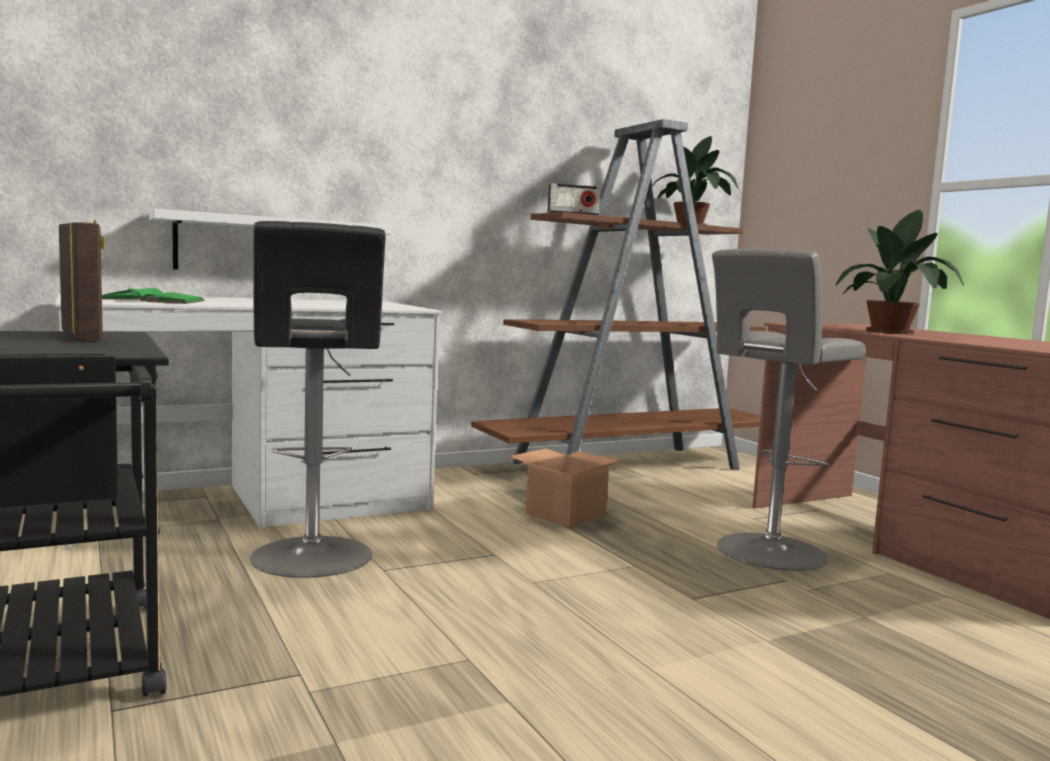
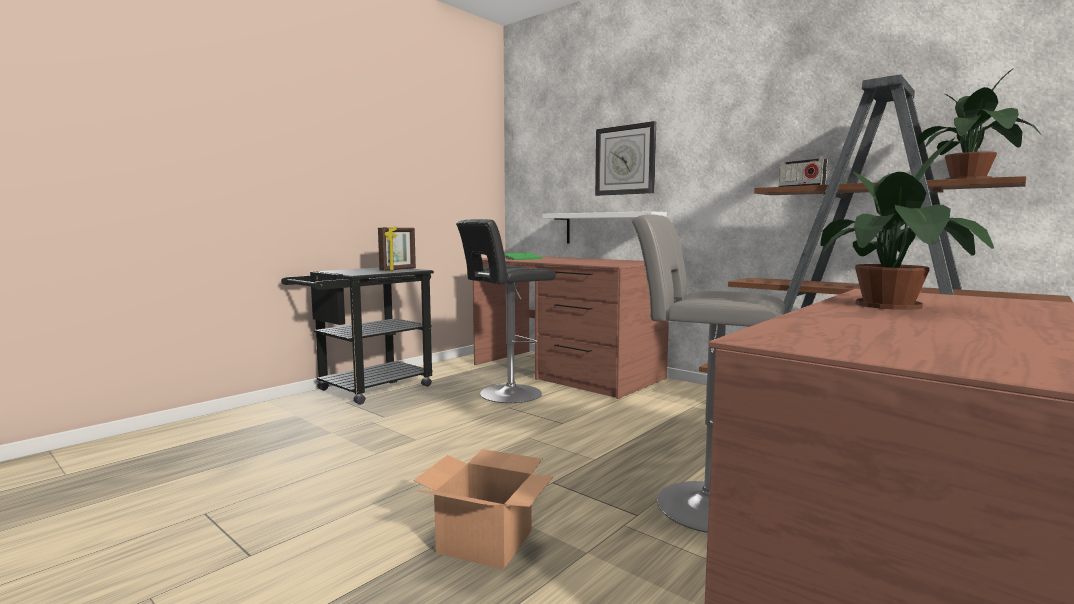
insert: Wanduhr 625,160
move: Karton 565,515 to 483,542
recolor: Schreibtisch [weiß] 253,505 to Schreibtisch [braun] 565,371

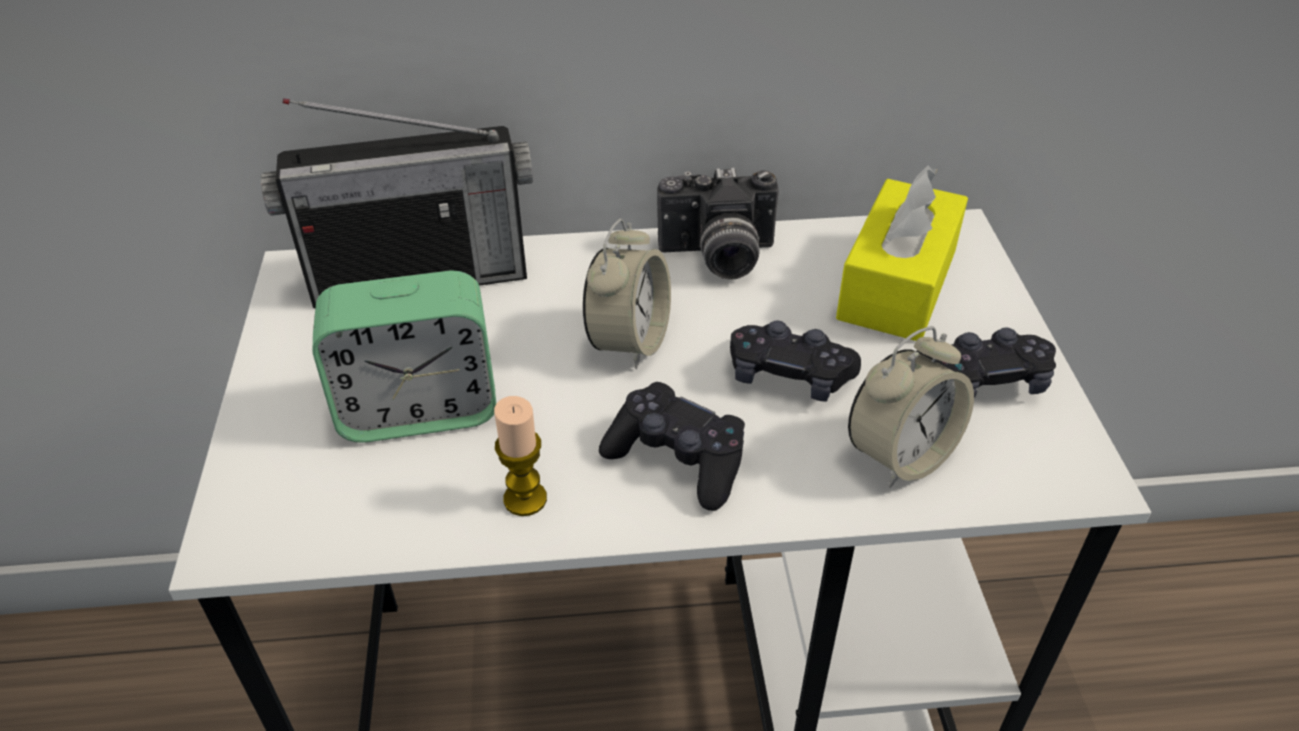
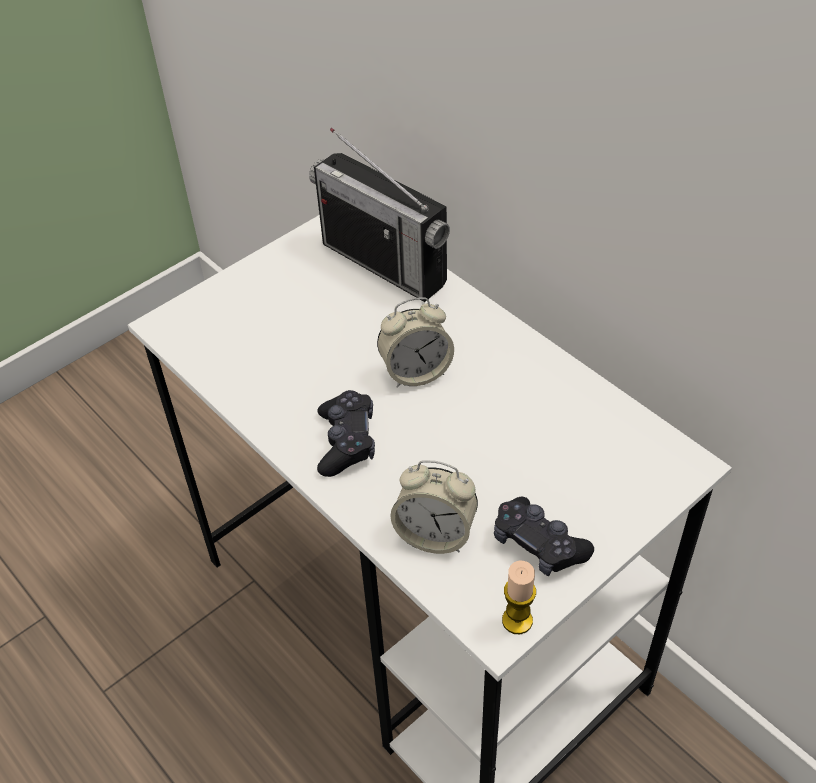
delete: Wecker 419,409; Kamera 718,258; Gamepad [schwarz] 789,375; Taschentuchbox [gelb] 897,284
move: Kerze 525,499 to 517,620

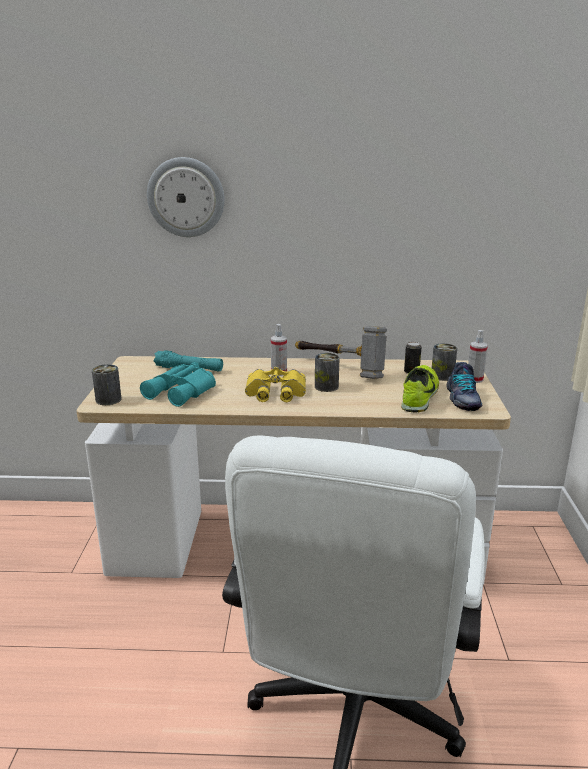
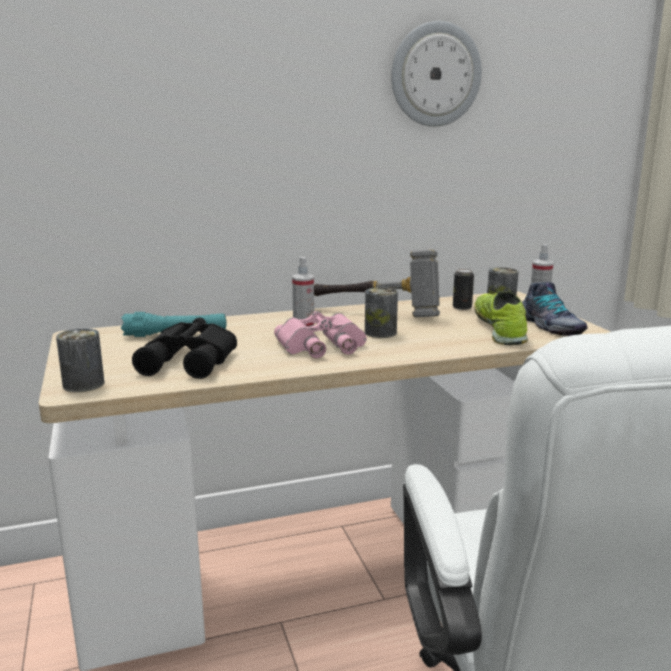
move: Wanduhr 186,197 to 435,75
recolor: Fernglas [türkis] 182,391 to Fernglas [schwarz] 191,360; Fernglas [gelb] 275,392 to Fernglas [rosa] 322,346

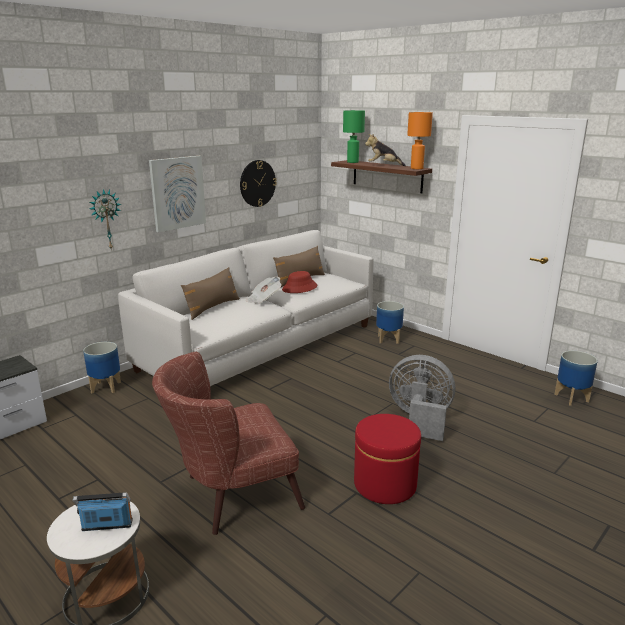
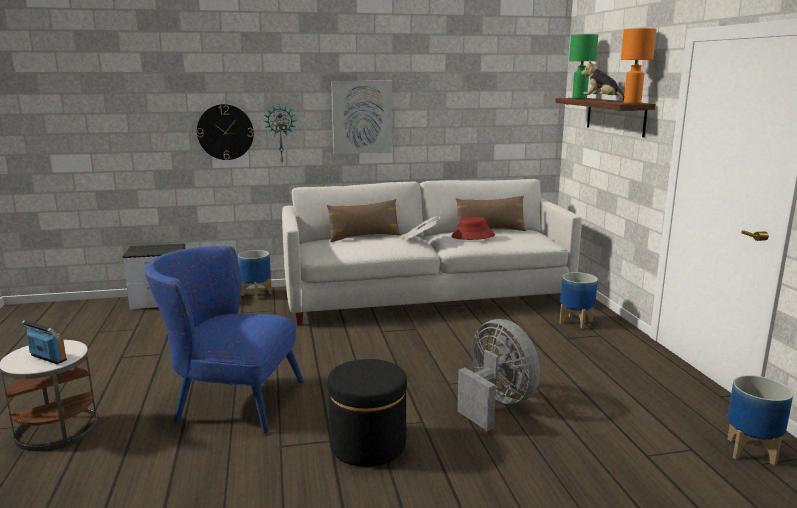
move: Wanduhr 257,183 to 225,132
recolor: Sessel [braun] 230,495 to Sessel [blau] 228,400; Polsterhocker [rot] 385,484 to Polsterhocker [schwarz] 368,445

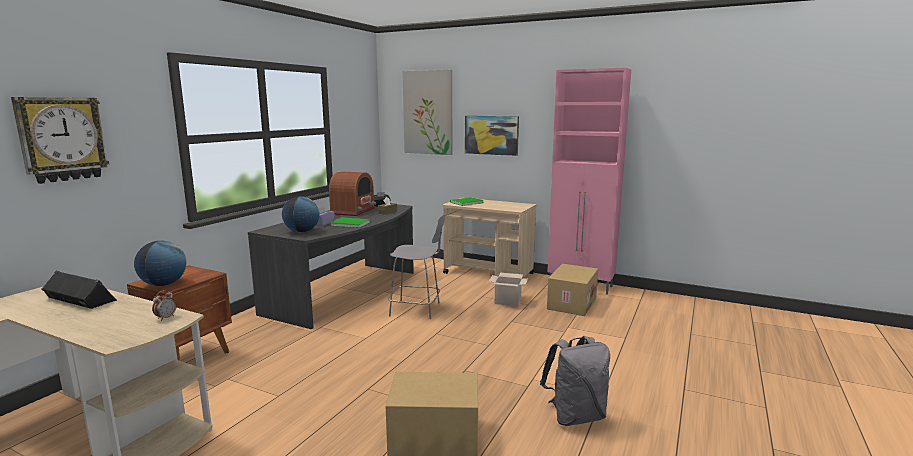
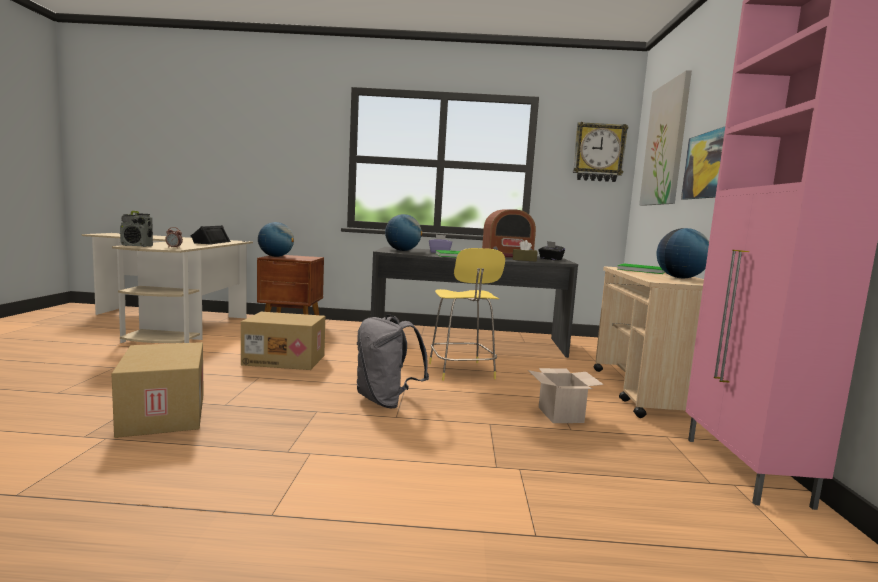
insert: Radio 137,246; Globus 680,278
move: Karton 571,303 to 285,360; Rucksack [grau] 575,416 to 386,401; Wanduhr 62,139 to 598,152
recolor: Hocker [grau] 417,309 to Hocker [gelb] 461,372

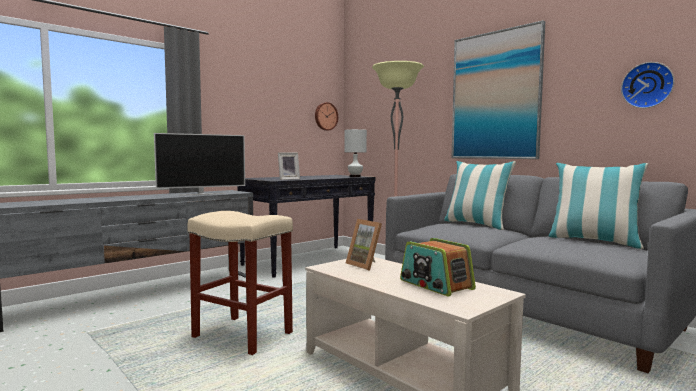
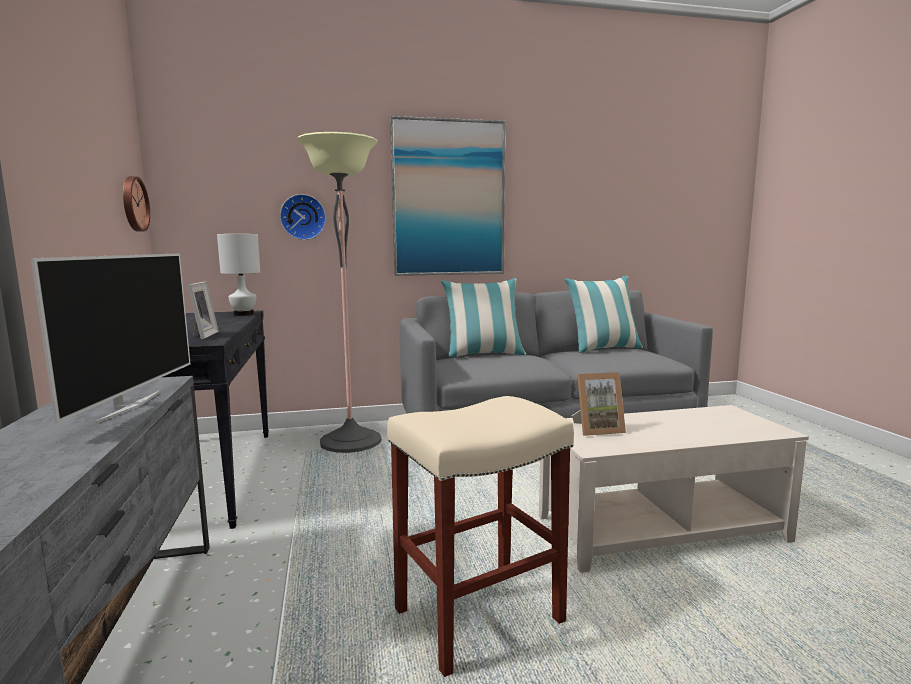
delete: Radio 435,285
move: Wanduhr 647,85 to 303,217

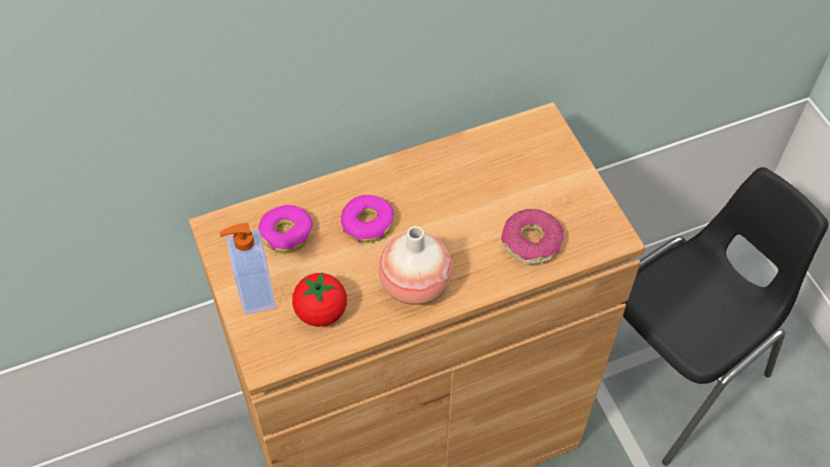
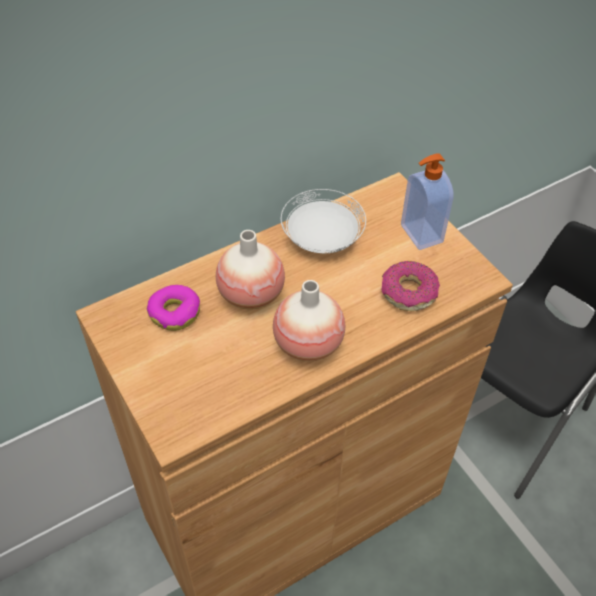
delete: Tomate 321,312
insert: Teller [weiß] 322,237
move: Seifenspender 255,294 to 420,234
replace: Donut 367,224 to Vase 251,294

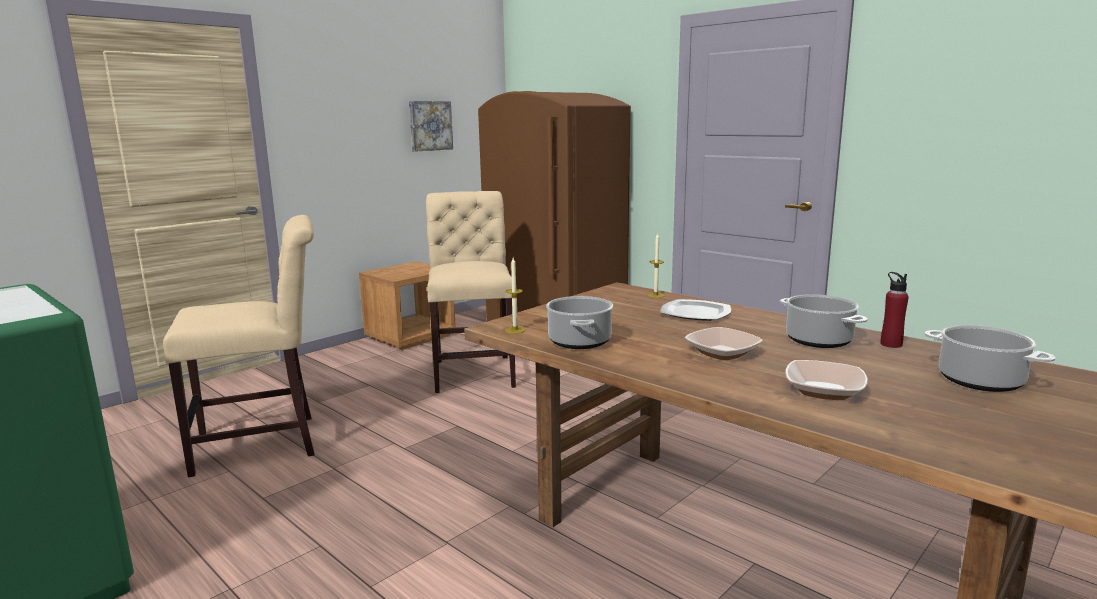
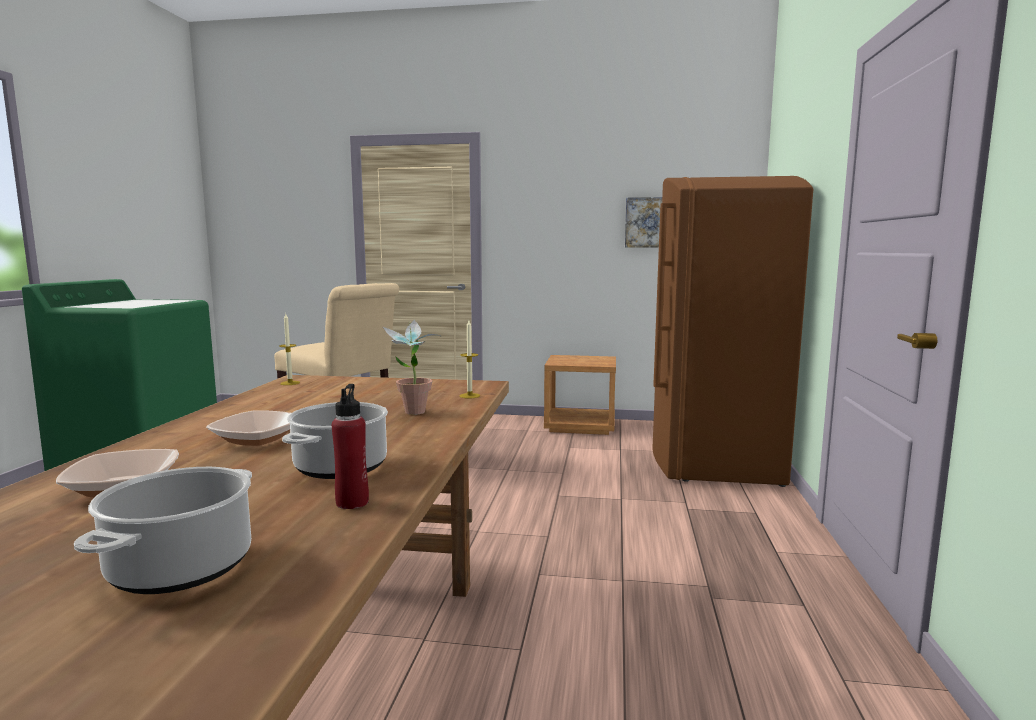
delete: Stuhl [beige] 474,371; Kochtopf 580,342
replace: Teller 695,313 to Topfpflanze 413,414

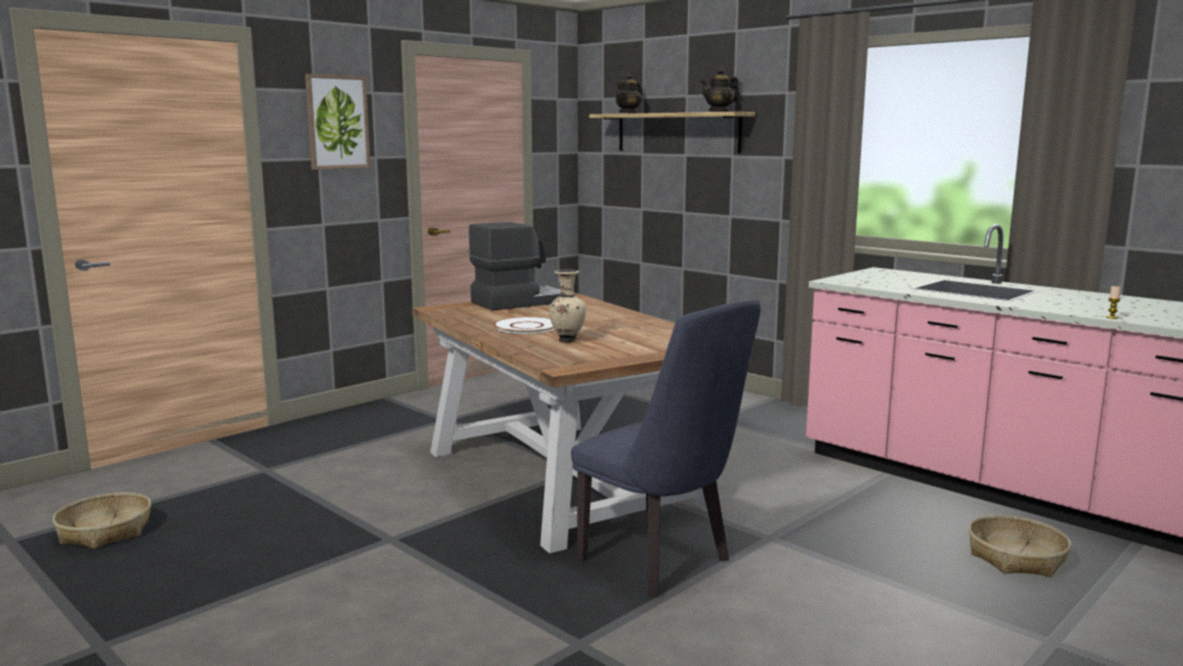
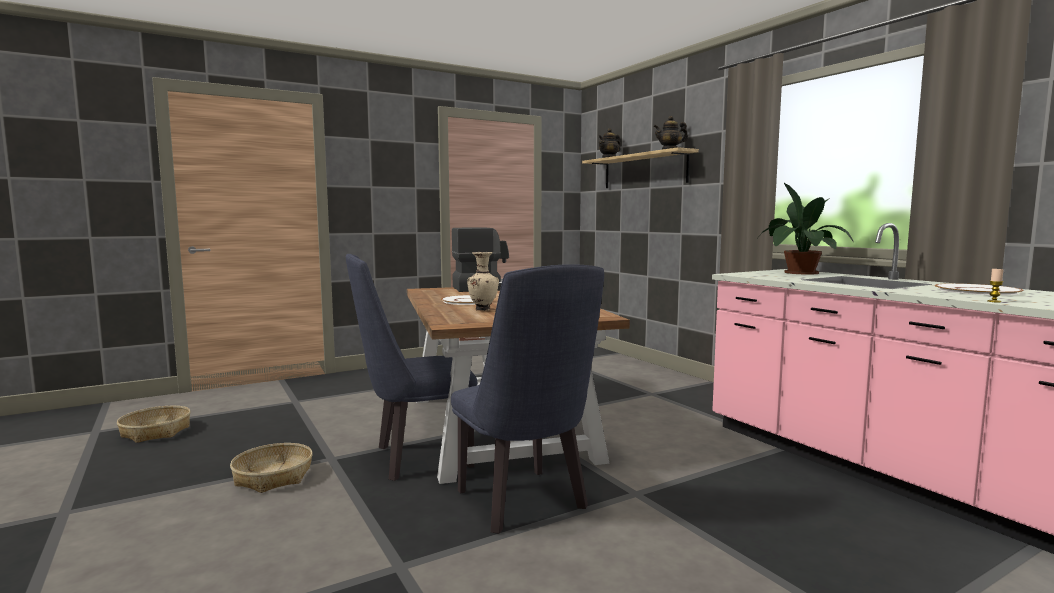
delete: Bild 337,122
insert: Stuhl [blau] 414,458; Topfpflanze 798,272; Teller [weiß] 977,291
move: Korb 1016,558 to 273,477

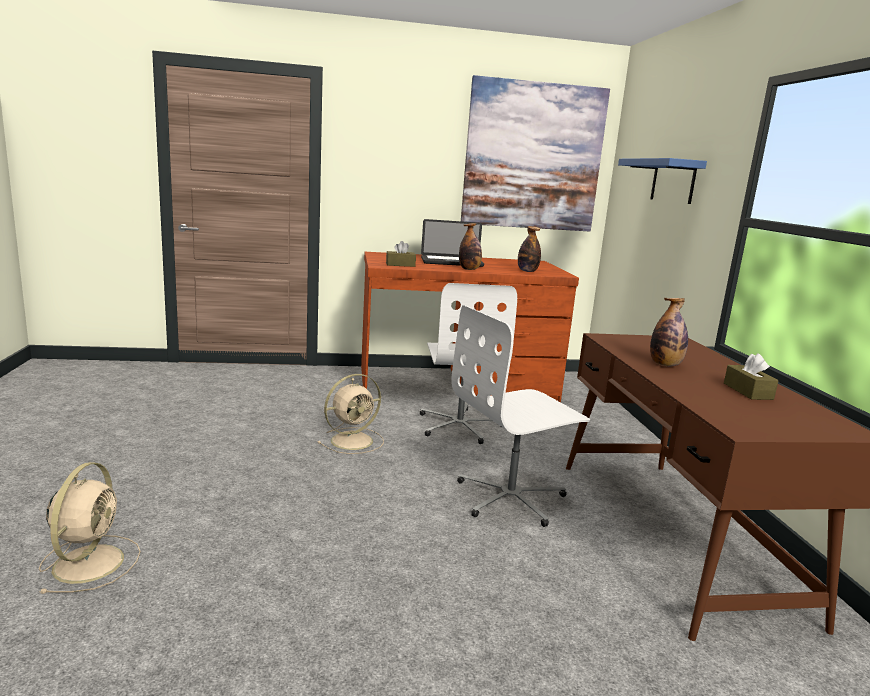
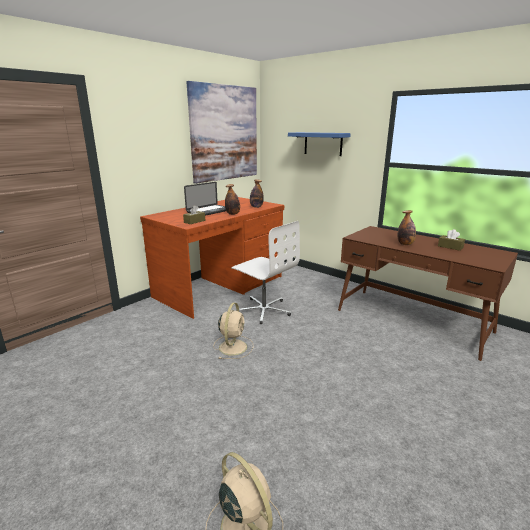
delete: Bürostuhl [weiß] 511,498

